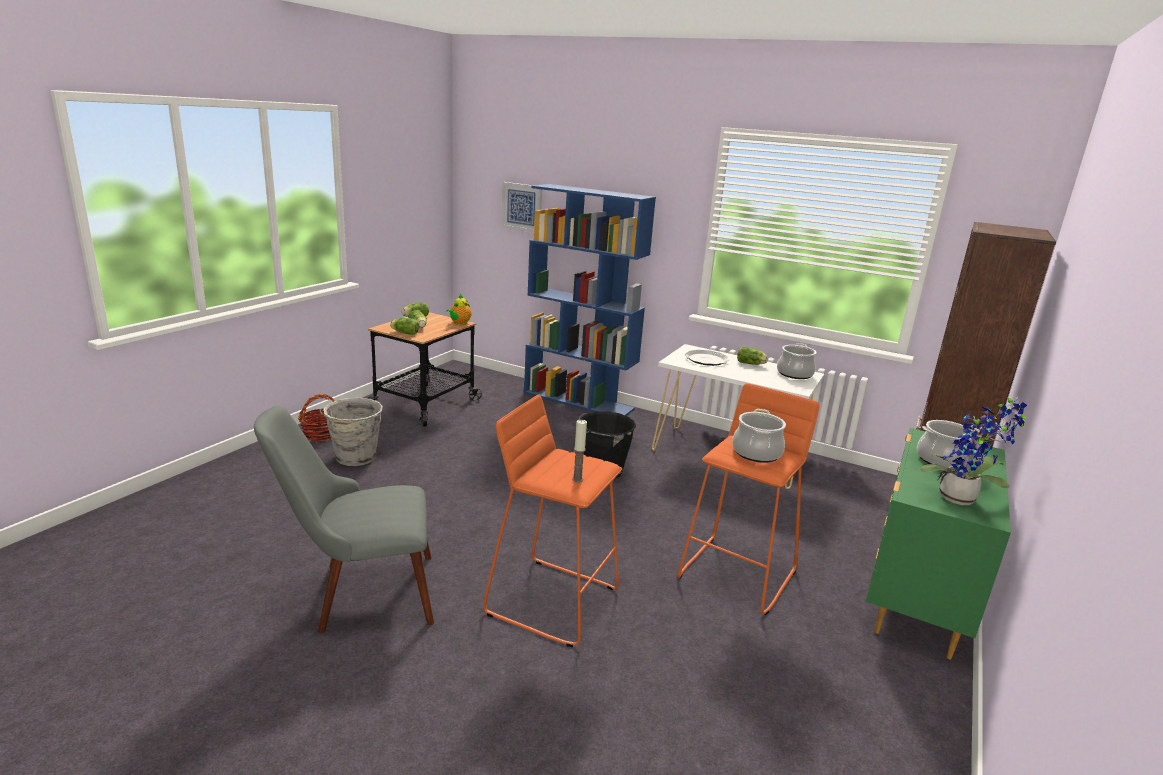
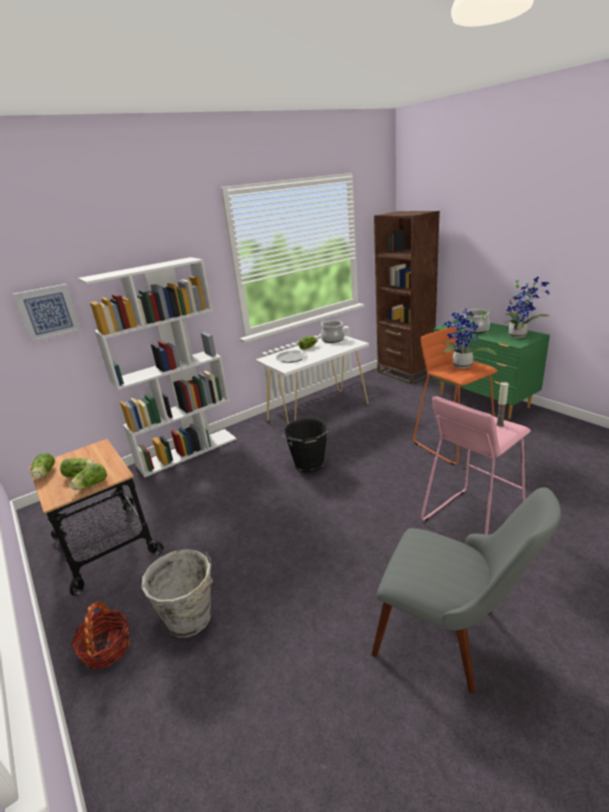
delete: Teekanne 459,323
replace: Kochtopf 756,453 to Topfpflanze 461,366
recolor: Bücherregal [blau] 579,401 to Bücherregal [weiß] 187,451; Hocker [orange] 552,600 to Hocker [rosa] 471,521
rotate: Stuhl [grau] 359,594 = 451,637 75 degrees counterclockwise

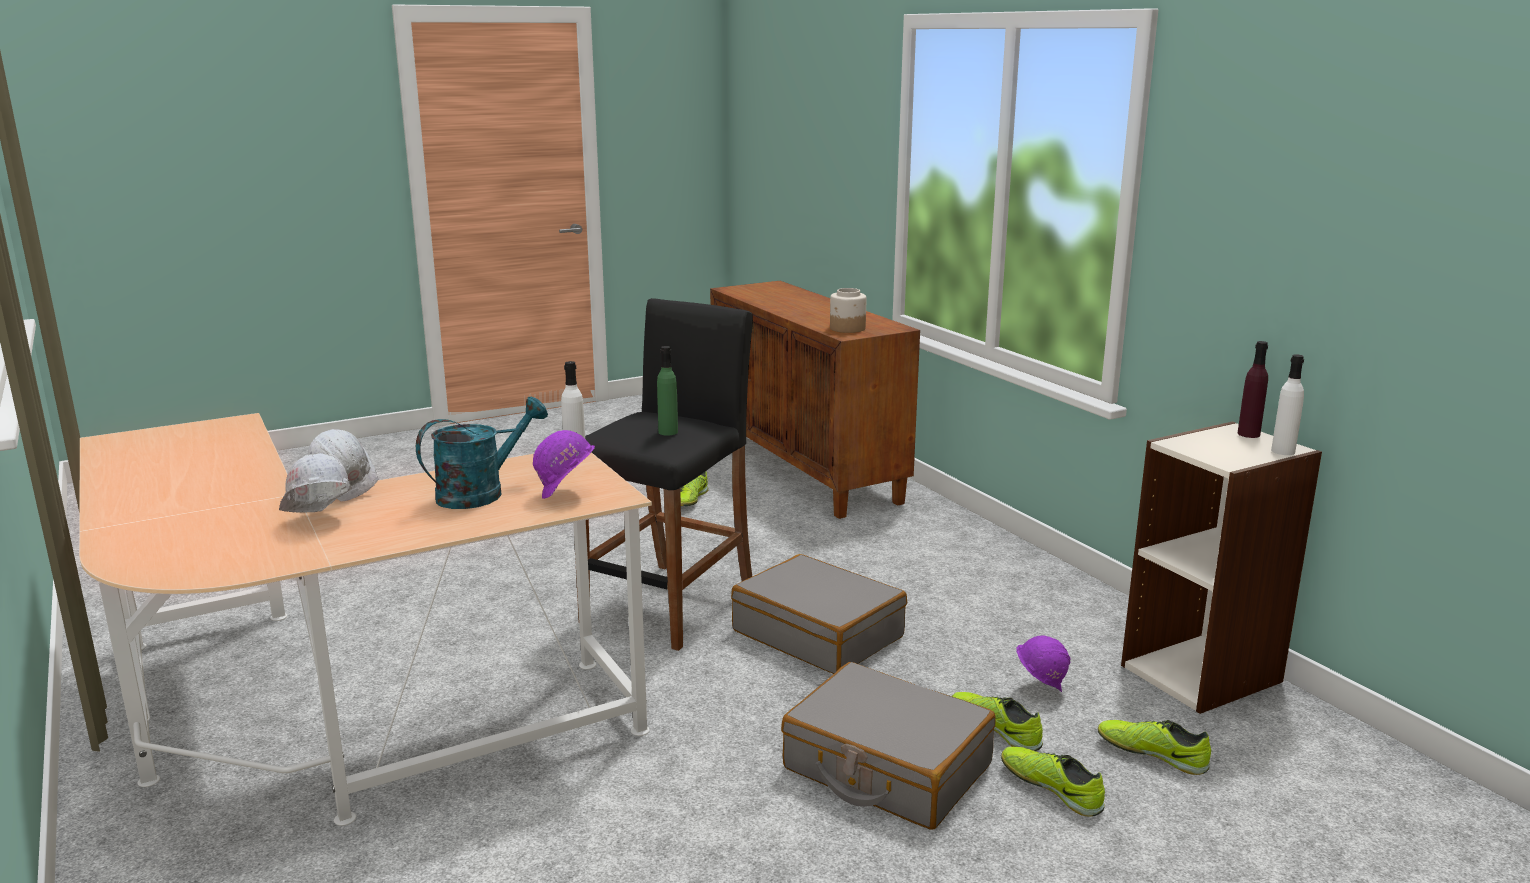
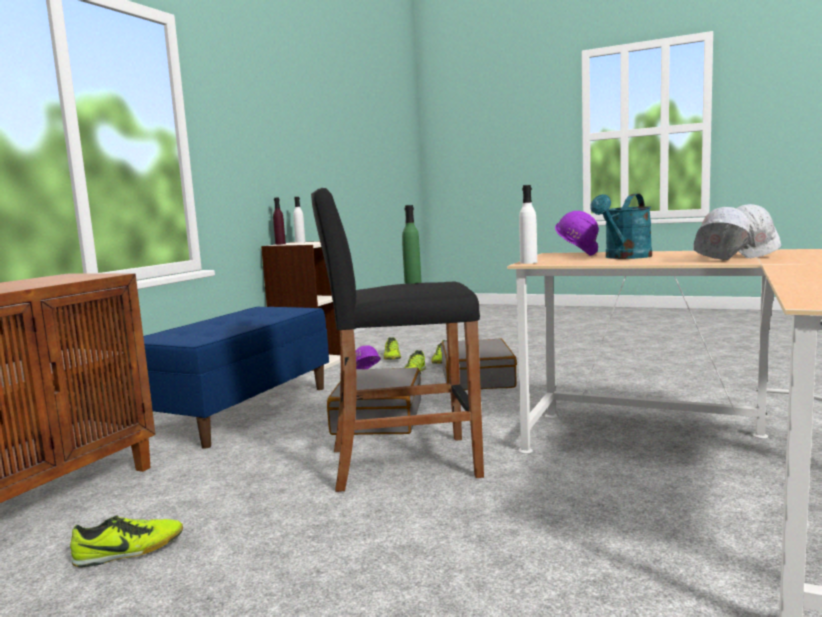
delete: Vorratsglas 847,328
insert: Bank [blau] 241,410
rotate: Gießkanne [türkis] 481,493 = 624,257 60 degrees counterclockwise

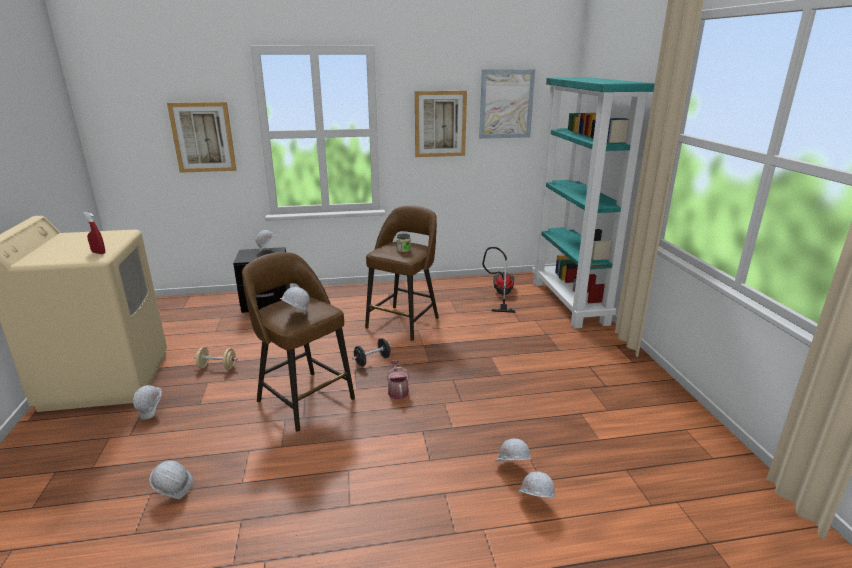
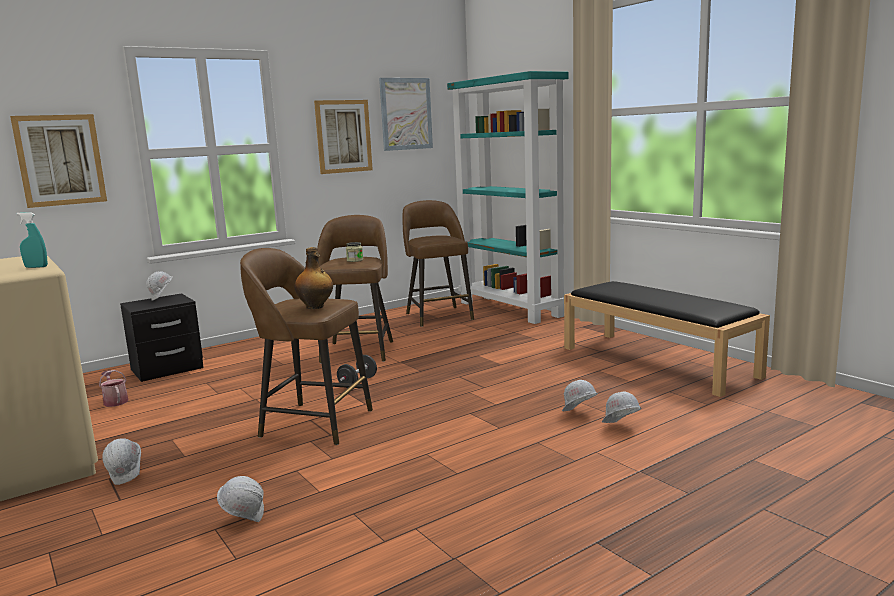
delete: Hantel [beige] 217,367
insert: Bank [schwarz] 658,362
move: Gießkanne 397,391 to 115,401
replace: Schutzhelm [weiß] 296,316 to Flasche 315,307; Staubsauger 500,295 to Hocker [braun] 438,316
recolor: Sprühflasche [rot] 98,253 to Sprühflasche [türkis] 36,267

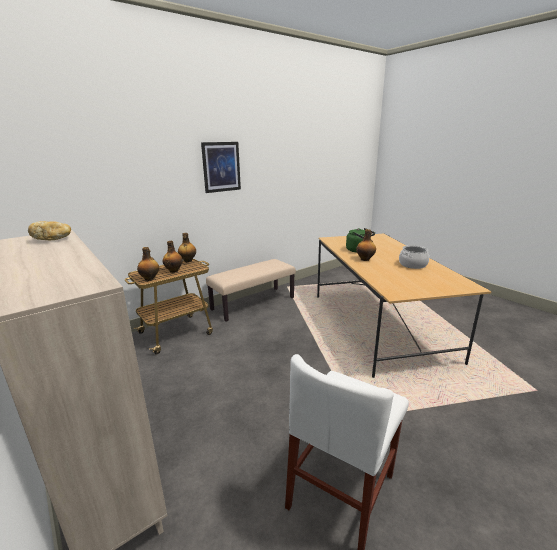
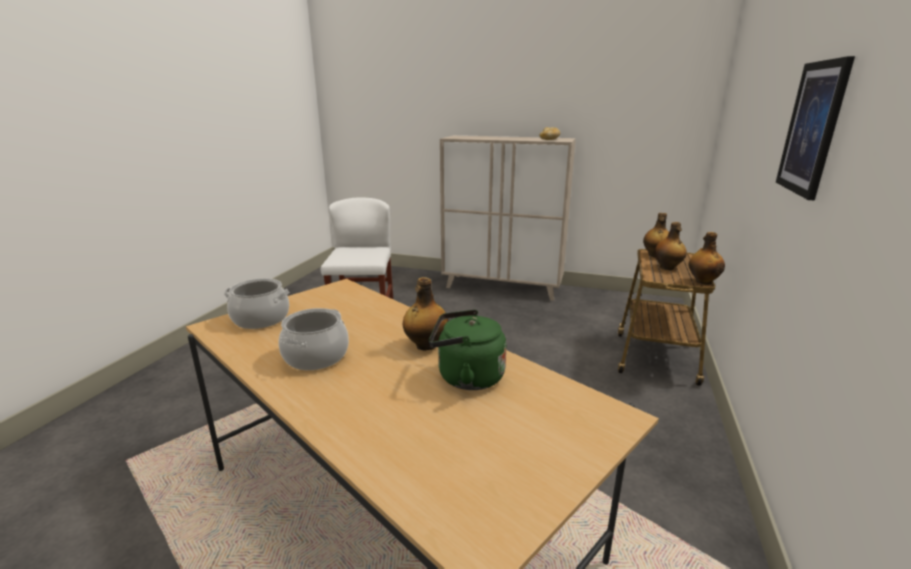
delete: Bank [beige] 253,303
insert: Kochtopf 261,319

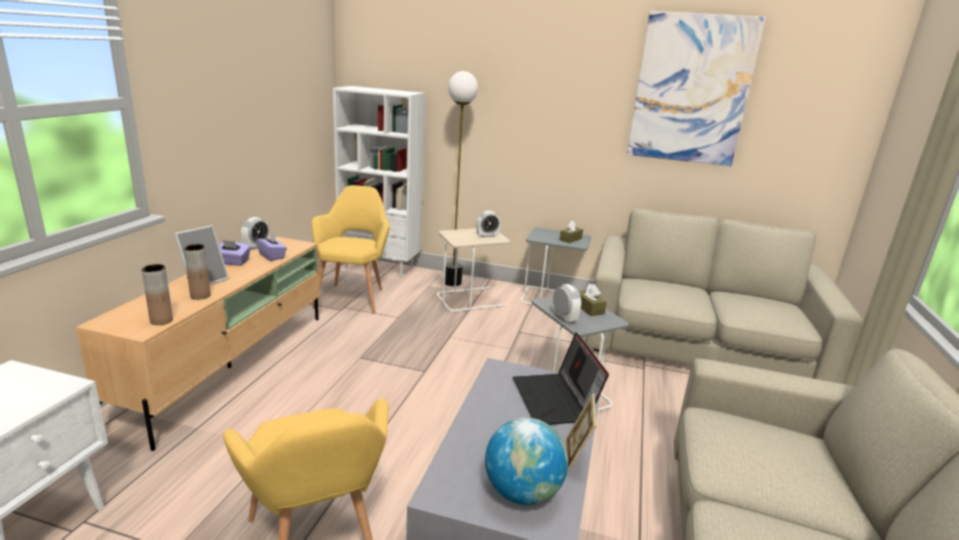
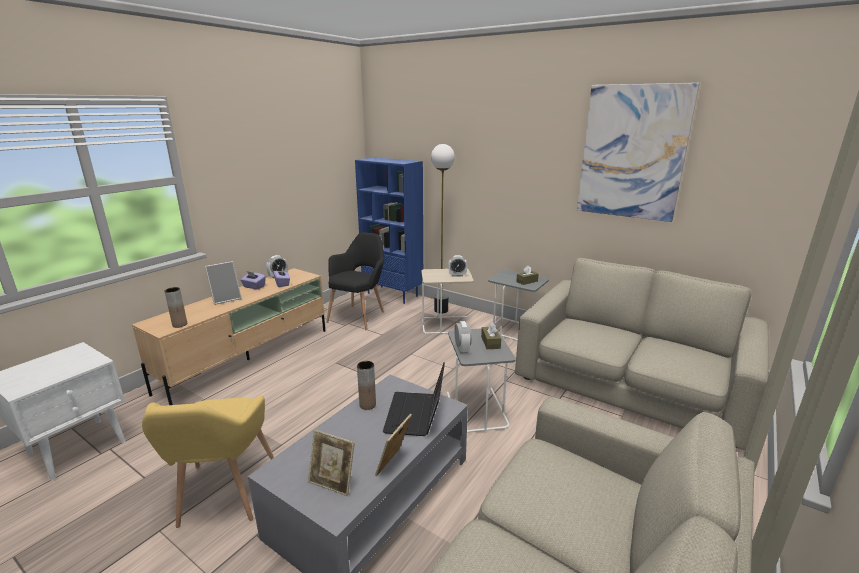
move: Vase [braun] 200,296 to 367,405
replace: Globus 522,492 to Bilderrahmen 332,483
recolor: Sessel [gelb] 353,297 to Sessel [schwarz] 359,316; Bücherregal [weiß] 380,267 to Bücherregal [blau] 393,294

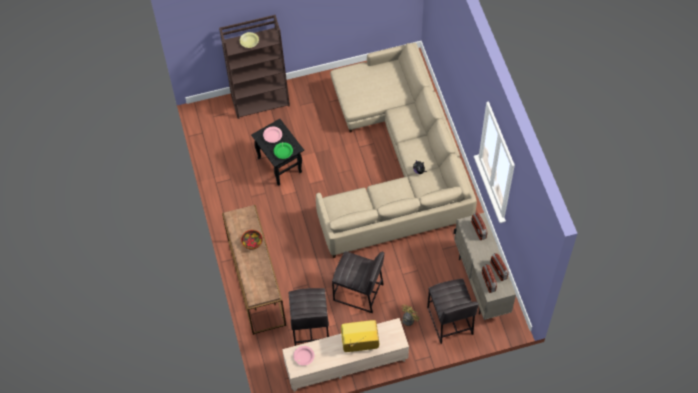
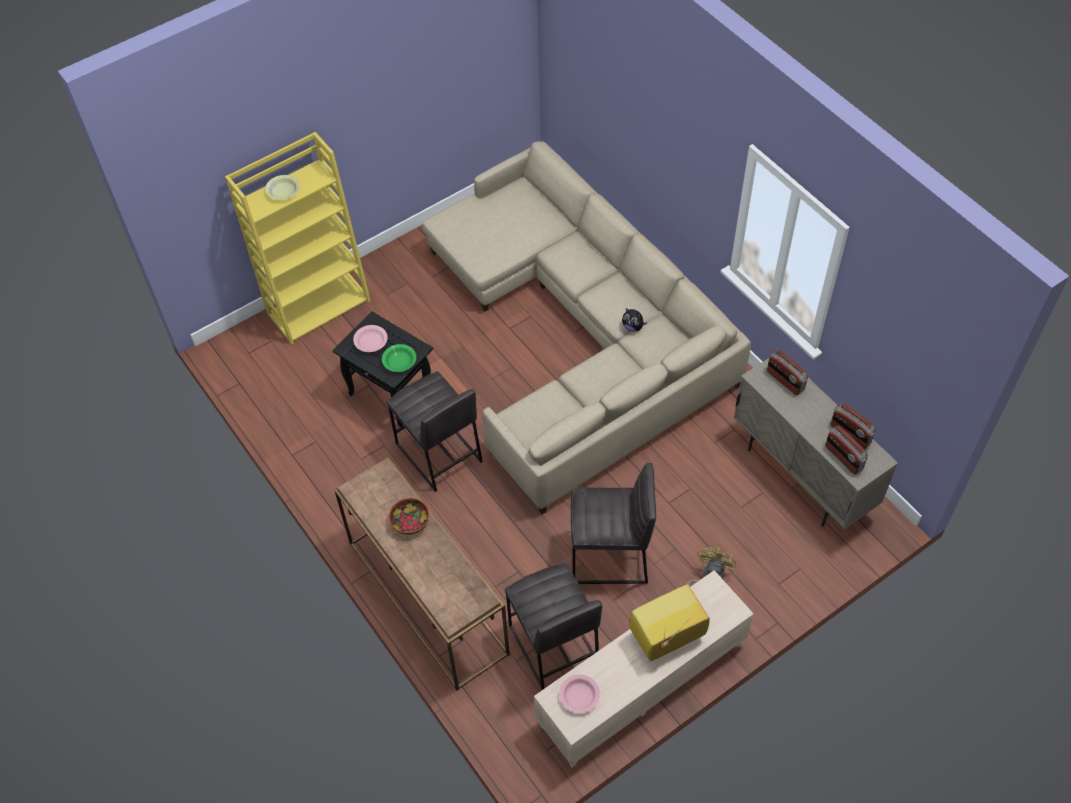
move: Hocker [grau] 449,321 to 438,453
recolor: Bücherregal [braun] 260,100 to Bücherregal [gelb] 319,306

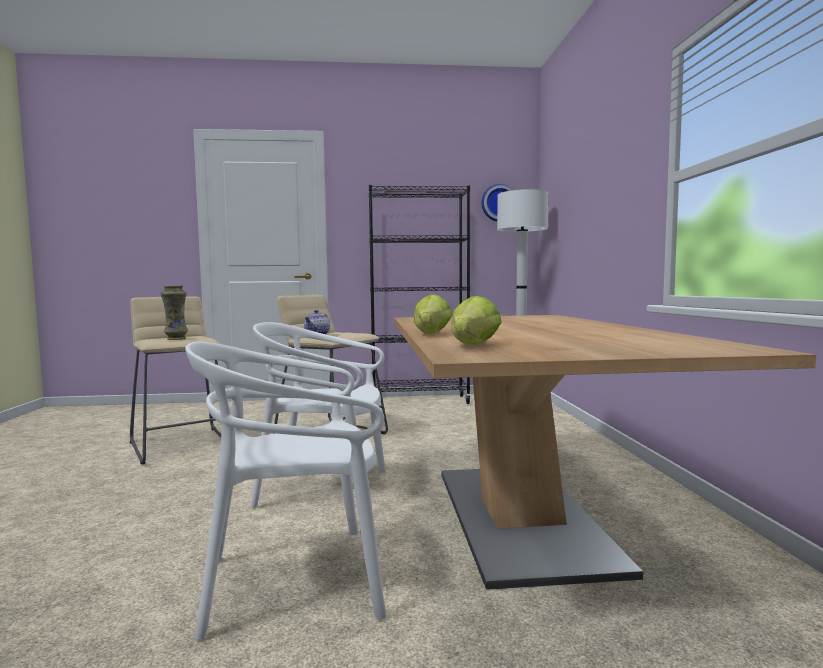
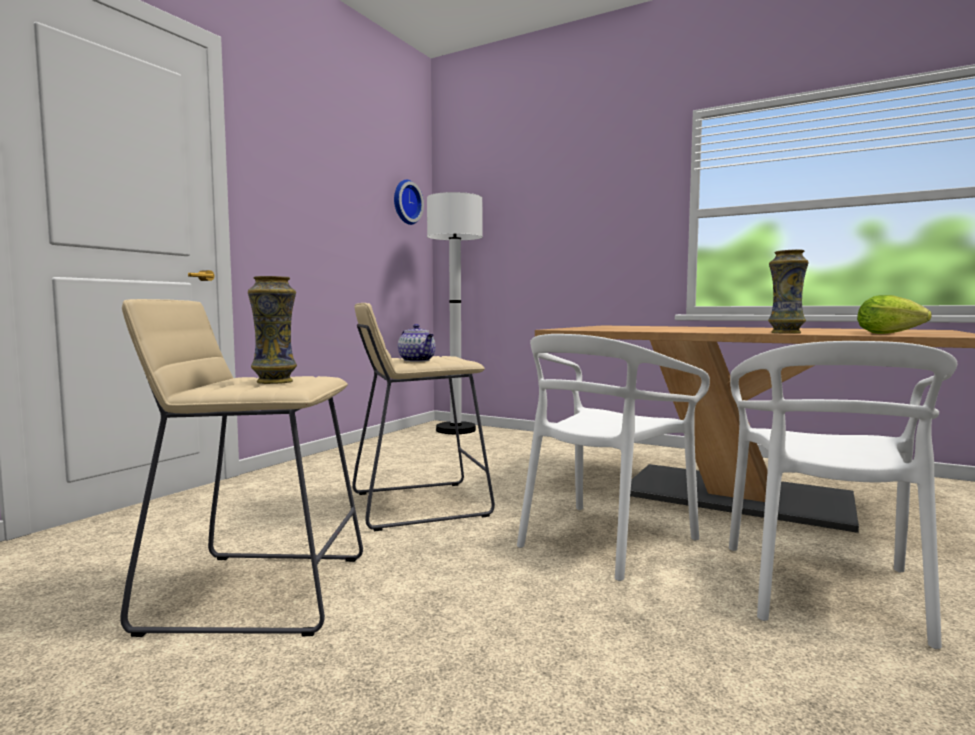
delete: Bücherregal [schwarz] 419,401
replace: Salatkopf 431,334 to Vase 785,333

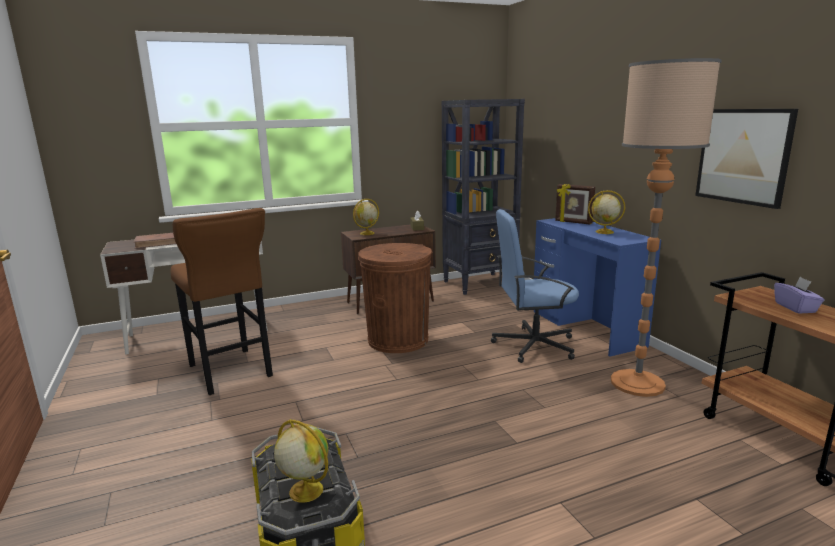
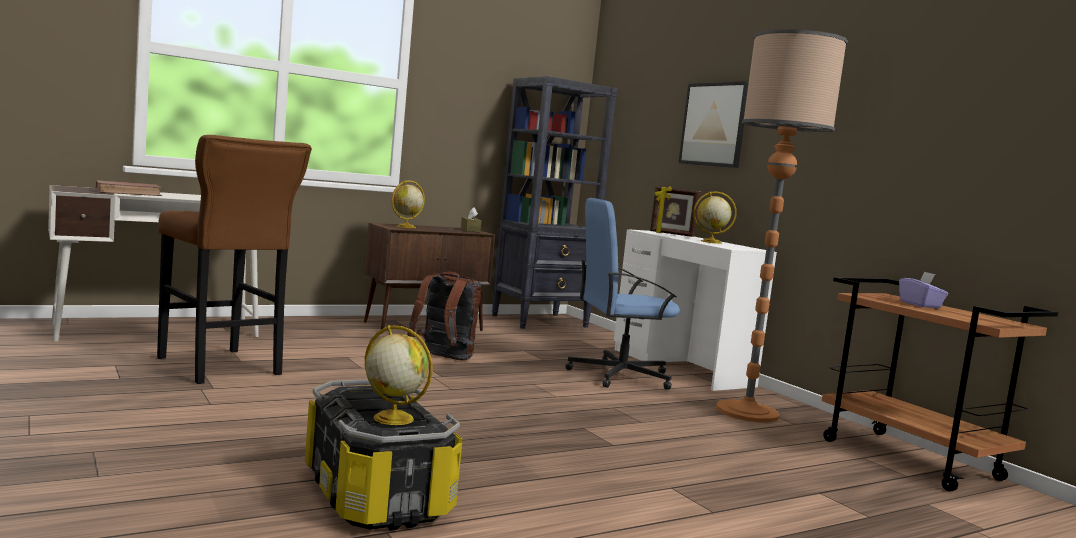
move: Bild 743,156 to 714,124
replace: Mülleimer [braun] 397,340 to Rucksack [braun] 443,358
recolor: Schreibtisch [blau] 586,328 to Schreibtisch [weiß] 681,367

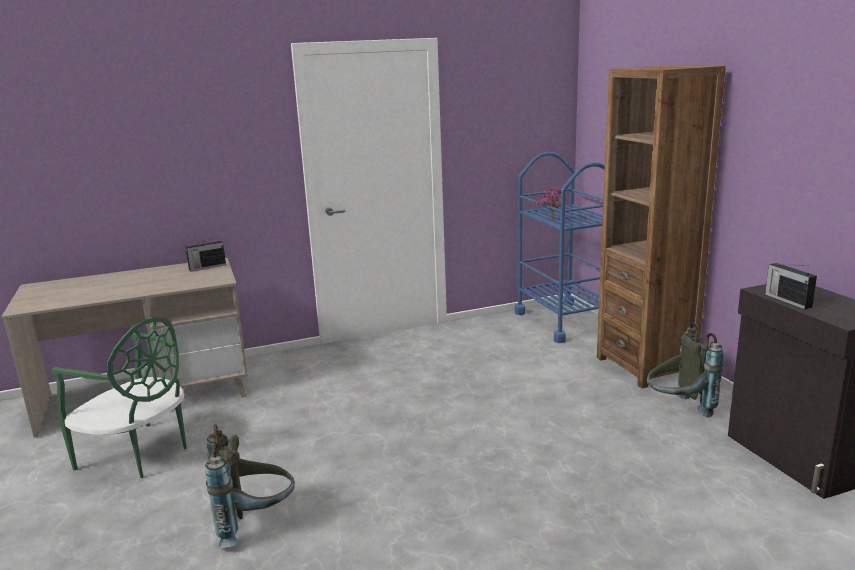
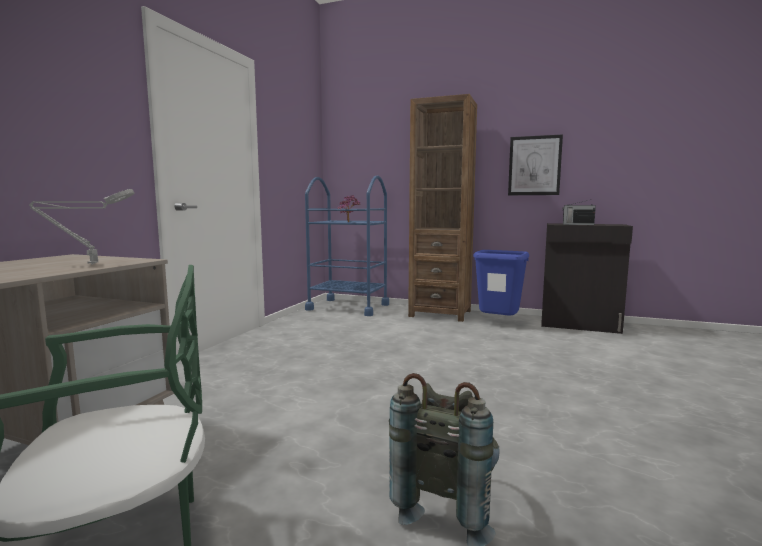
delete: Radio 207,267
insert: Tischlampe [grau] 89,264; Bild 534,166
replace: Rucksack [grau] 678,409 to Mülleimer [blau] 499,324

